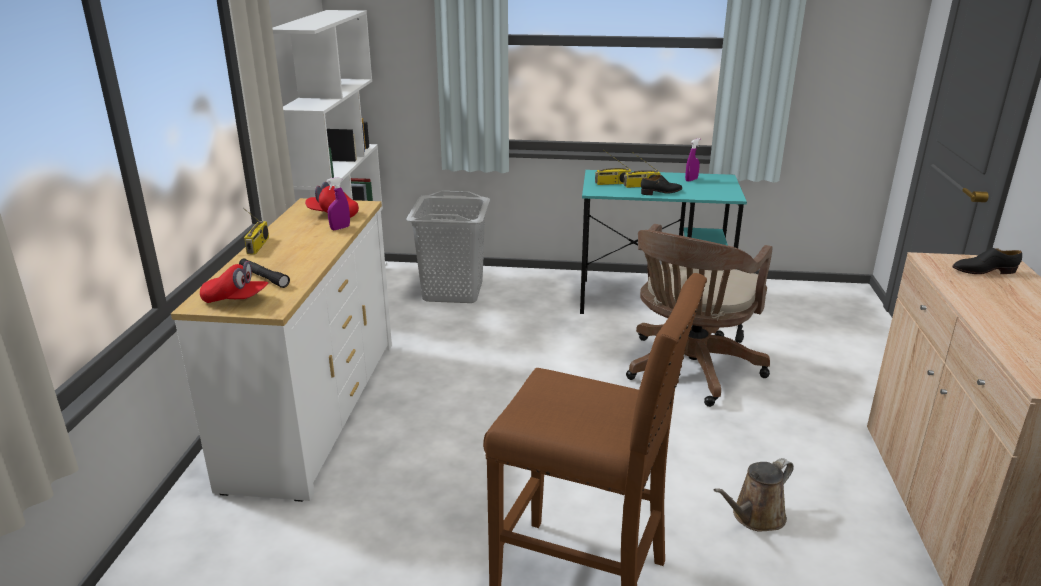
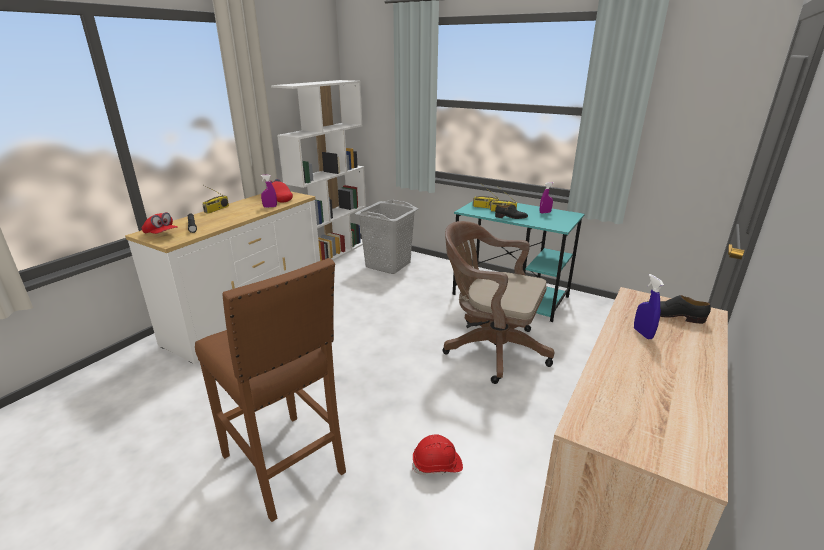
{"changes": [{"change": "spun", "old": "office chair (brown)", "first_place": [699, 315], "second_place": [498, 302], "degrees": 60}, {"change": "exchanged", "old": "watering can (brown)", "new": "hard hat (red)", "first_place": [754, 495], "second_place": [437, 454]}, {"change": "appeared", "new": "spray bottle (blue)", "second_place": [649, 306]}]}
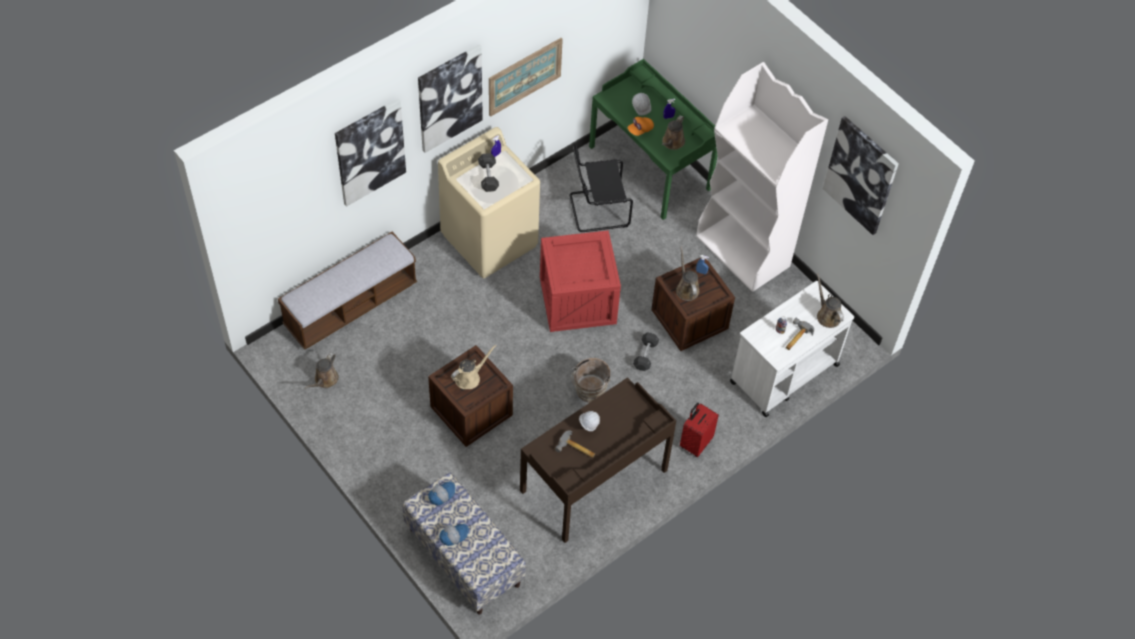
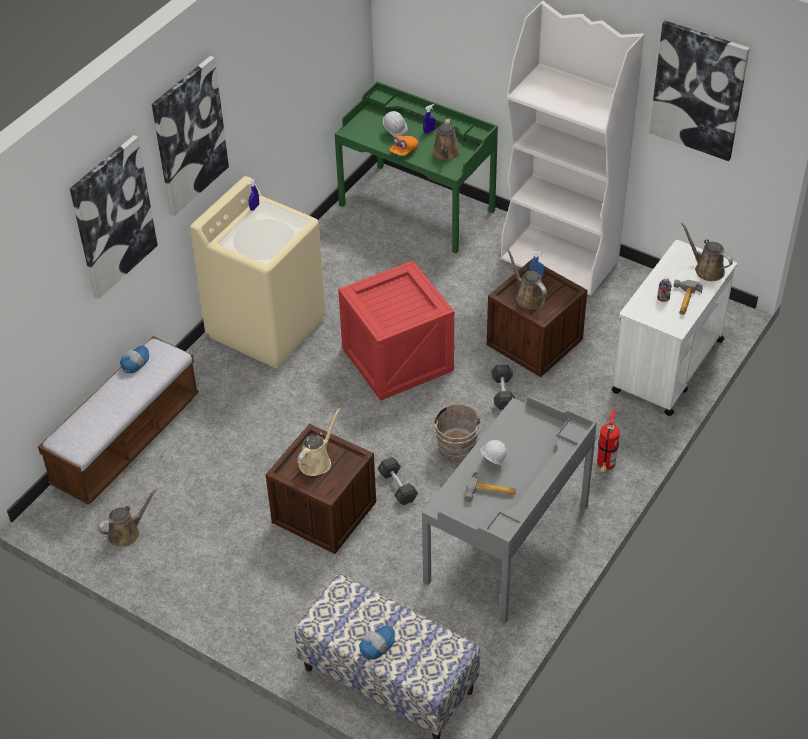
{"changes": [{"change": "missing", "old": "picture", "first_place": [526, 77]}, {"change": "missing", "old": "chair (black)", "first_place": [601, 188]}, {"change": "relocated", "old": "dumbbell (grey)", "first_place": [488, 172], "second_place": [398, 481]}, {"change": "spun", "old": "watering can (brown)", "first_place": [322, 371], "second_place": [127, 517], "degrees": -135}, {"change": "colour", "old": "desk (brown)", "new": "desk (grey)", "first_place": [598, 460], "second_place": [509, 510]}, {"change": "exchanged", "old": "suitcase (red)", "new": "fire extinguisher", "first_place": [699, 430], "second_place": [608, 440]}, {"change": "relocated", "old": "cap", "first_place": [442, 493], "second_place": [134, 359]}]}
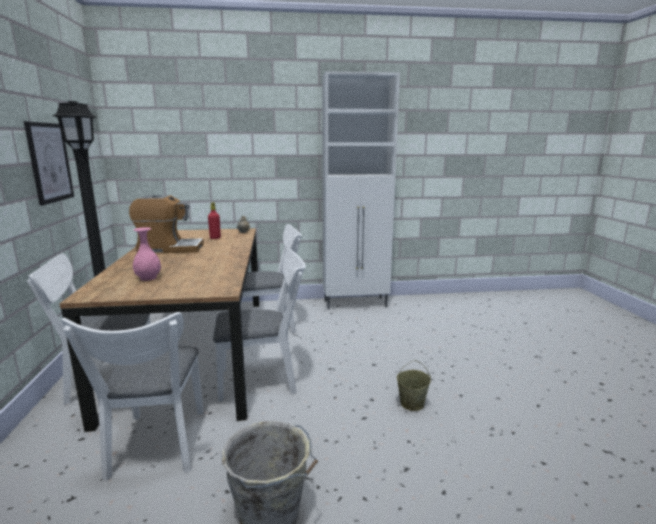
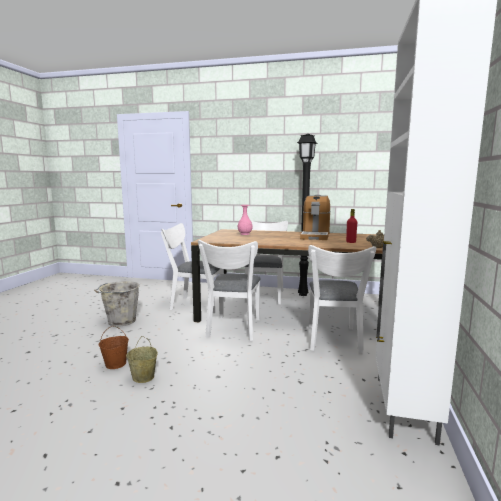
{"changes": [{"change": "missing", "old": "picture", "first_place": [49, 163]}, {"change": "appeared", "new": "bucket (brown)", "second_place": [114, 347]}]}
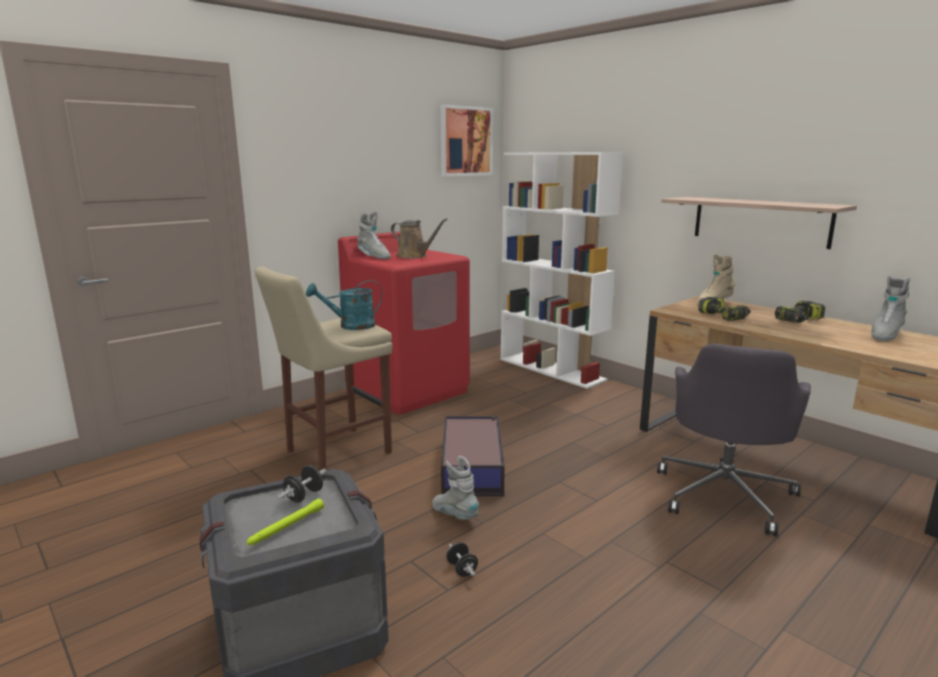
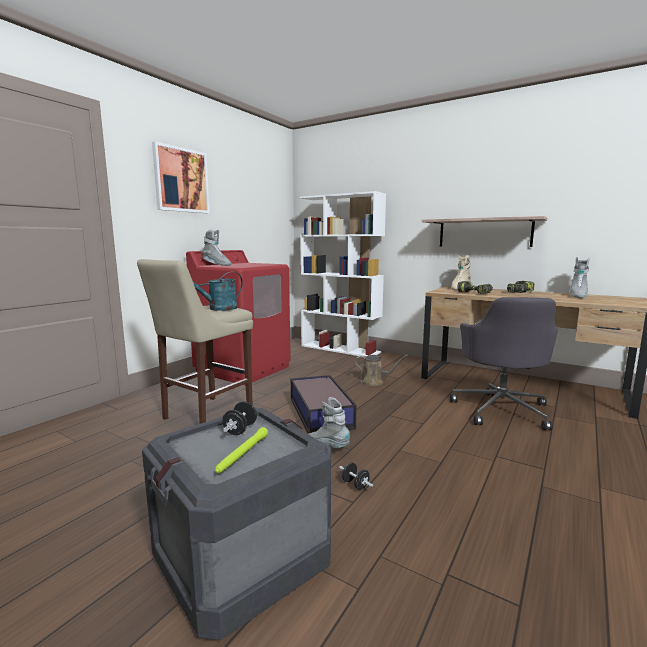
{"changes": [{"change": "relocated", "old": "picture", "first_place": [466, 140], "second_place": [181, 177]}, {"change": "relocated", "old": "watering can (brown)", "first_place": [419, 238], "second_place": [381, 370]}]}
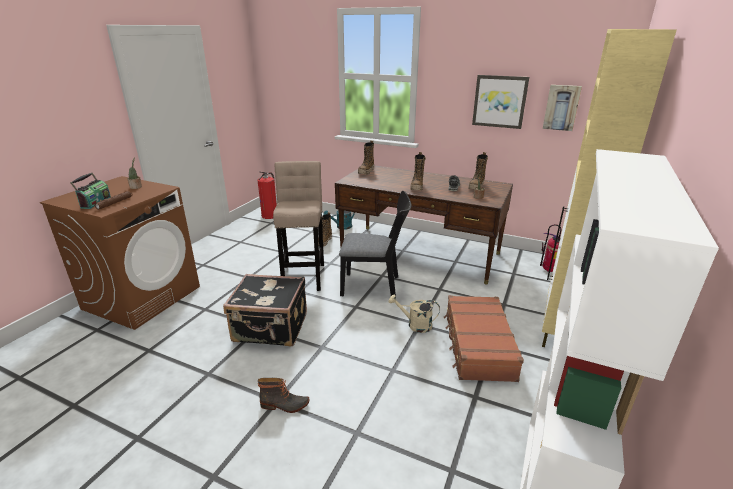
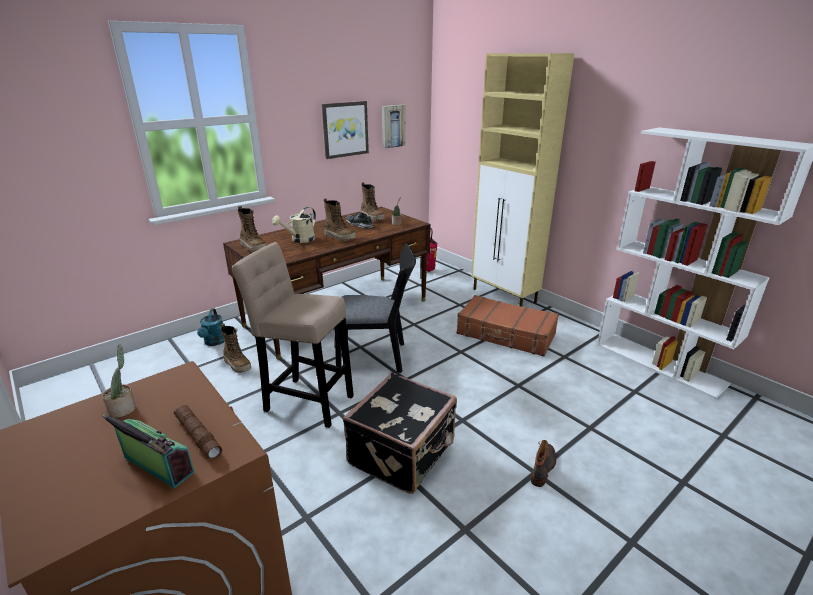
{"changes": [{"change": "missing", "old": "fire extinguisher", "first_place": [267, 195]}, {"change": "spun", "old": "chair (black)", "first_place": [375, 244], "second_place": [375, 308], "degrees": 60}, {"change": "relocated", "old": "watering can (beige)", "first_place": [414, 313], "second_place": [294, 225]}]}
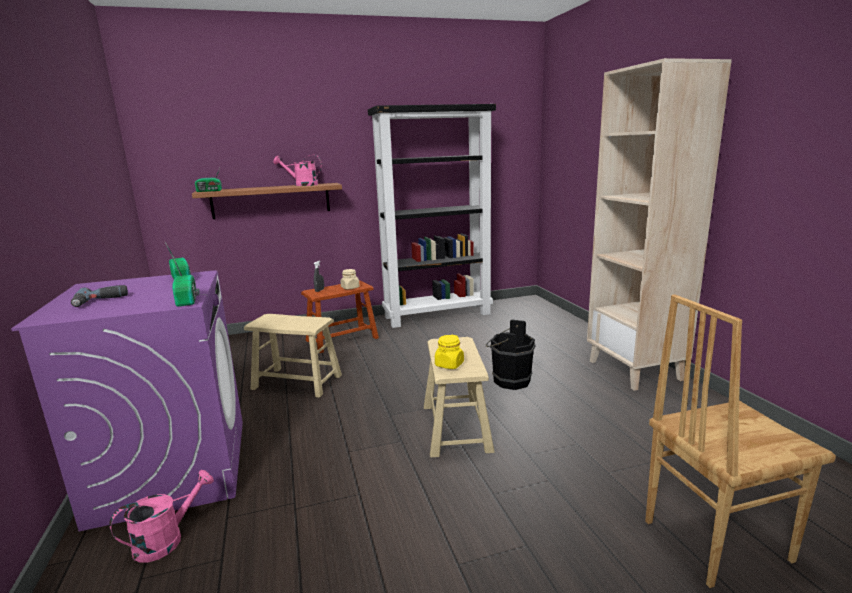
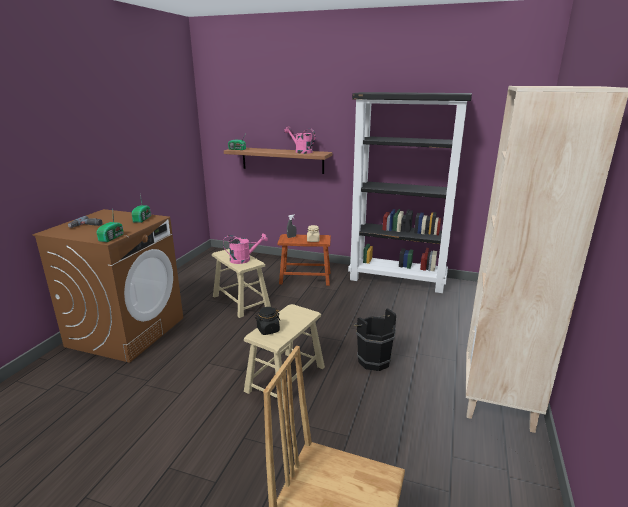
{"changes": [{"change": "colour", "old": "washing machine (purple)", "new": "washing machine (brown)", "first_place": [127, 400], "second_place": [107, 286]}, {"change": "colour", "old": "jar (yellow)", "new": "jar (black)", "first_place": [449, 352], "second_place": [267, 321]}, {"change": "relocated", "old": "watering can (pink)", "first_place": [162, 516], "second_place": [245, 248]}]}
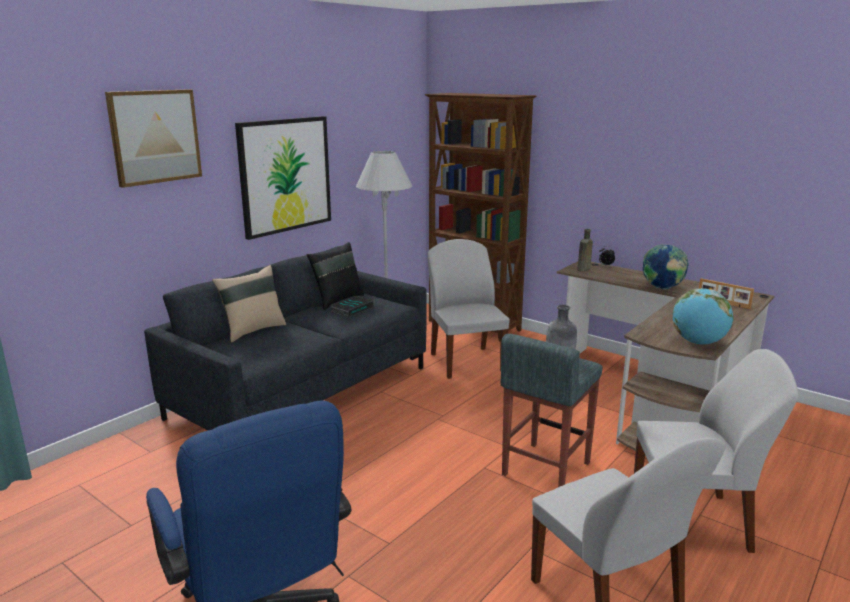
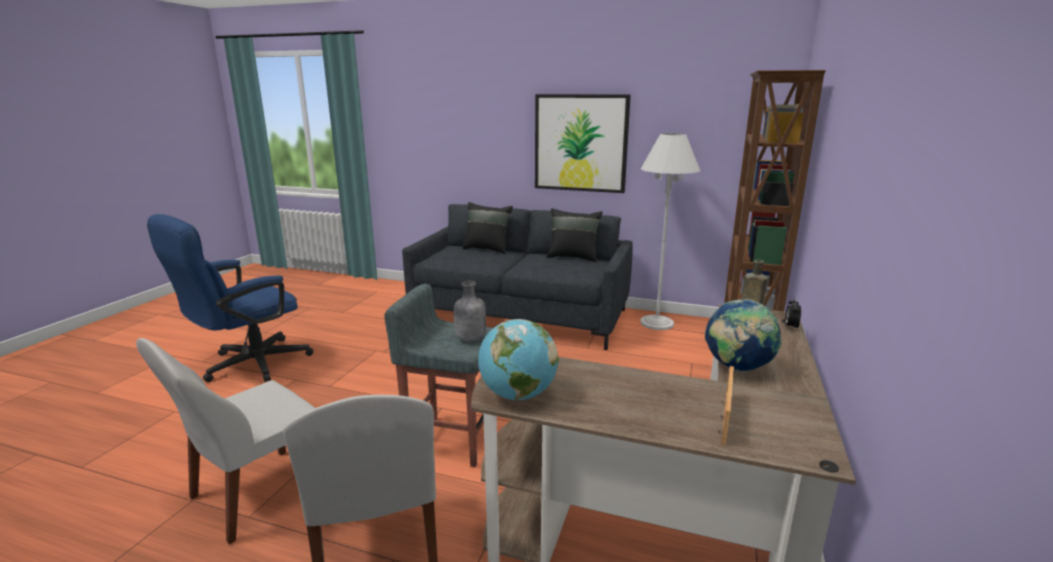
{"changes": [{"change": "missing", "old": "picture", "first_place": [153, 138]}, {"change": "missing", "old": "chair (white)", "first_place": [468, 309]}, {"change": "colour", "old": "pillow (beige)", "new": "pillow (black)", "first_place": [249, 303], "second_place": [487, 228]}, {"change": "missing", "old": "book", "first_place": [351, 306]}]}
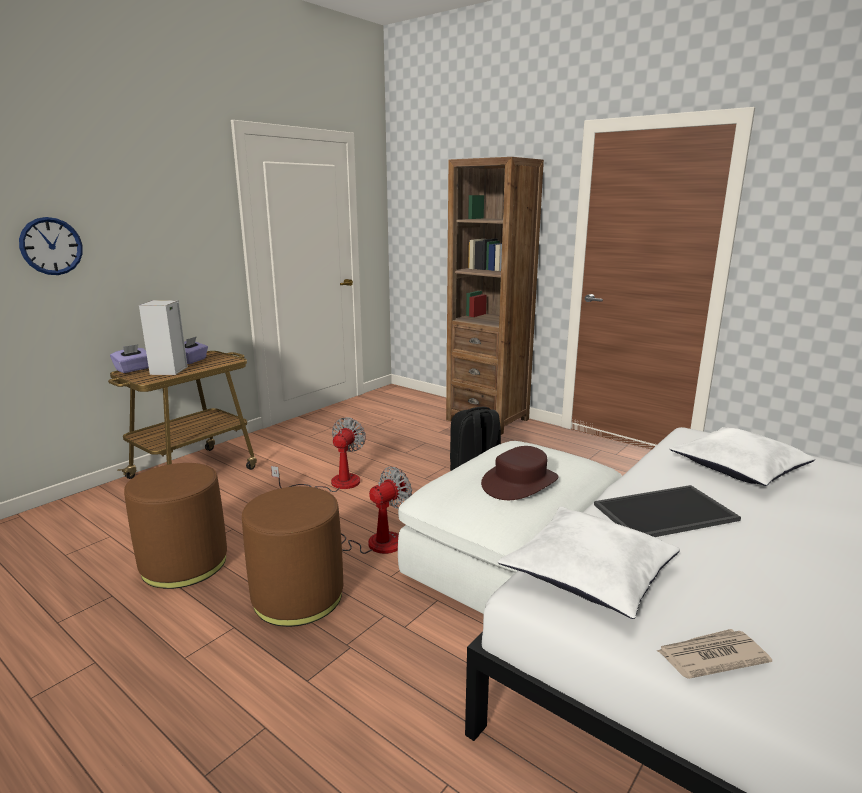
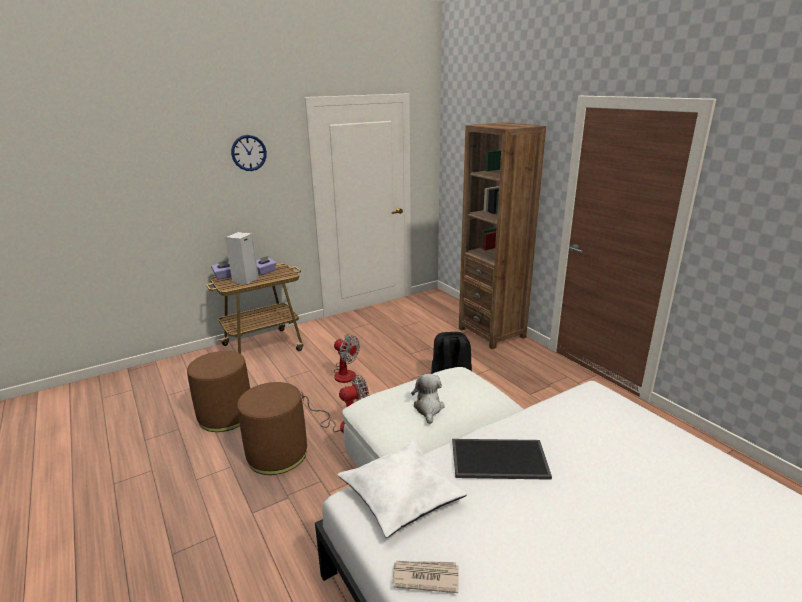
{"changes": [{"change": "relocated", "old": "wall clock", "first_place": [51, 246], "second_place": [249, 153]}, {"change": "spun", "old": "fan", "first_place": [318, 454], "second_place": [347, 358], "degrees": 90}, {"change": "missing", "old": "pillow (white)", "first_place": [742, 456]}, {"change": "exchanged", "old": "hat (brown)", "new": "plush toy", "first_place": [519, 473], "second_place": [428, 399]}]}
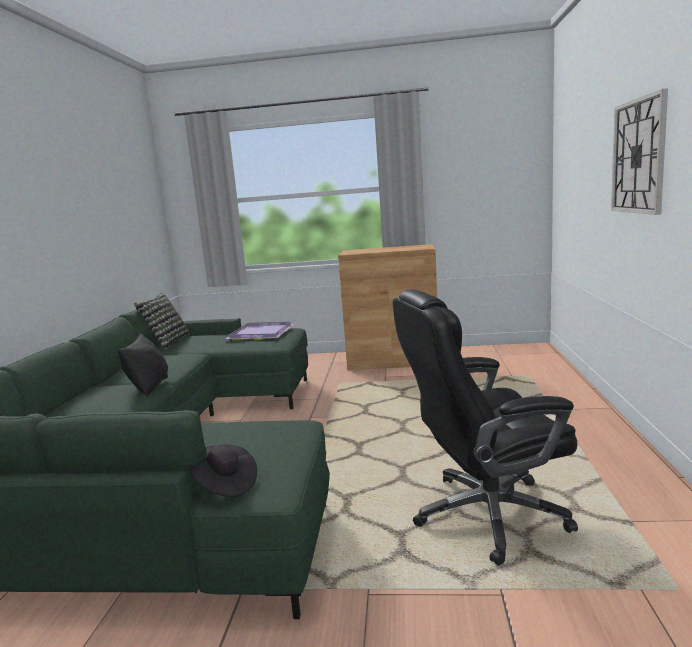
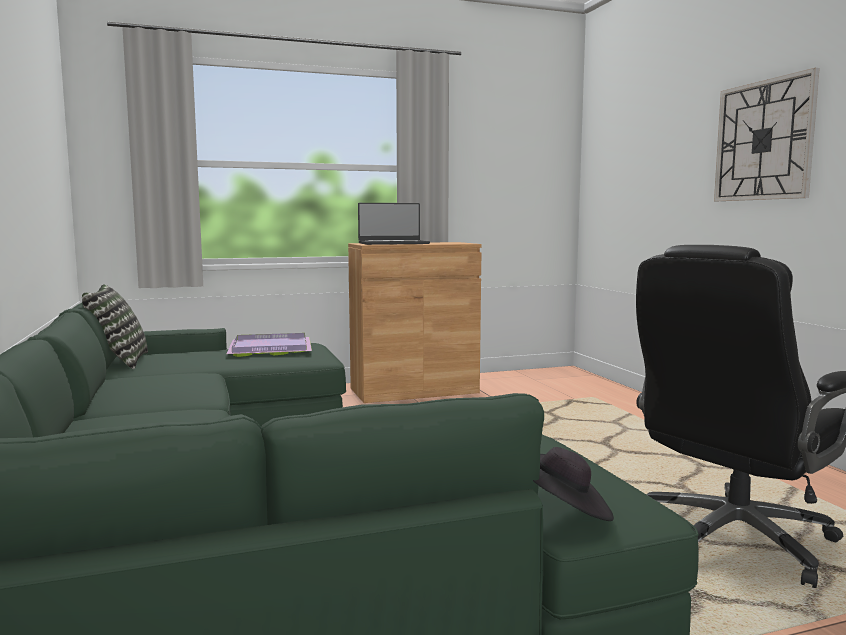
{"changes": [{"change": "missing", "old": "pillow (black)", "first_place": [143, 364]}, {"change": "appeared", "new": "laptop", "second_place": [394, 224]}]}
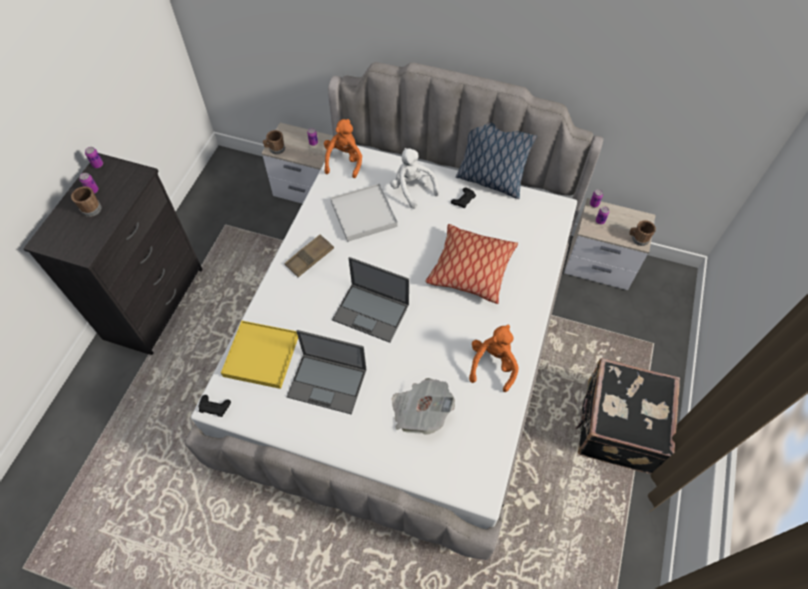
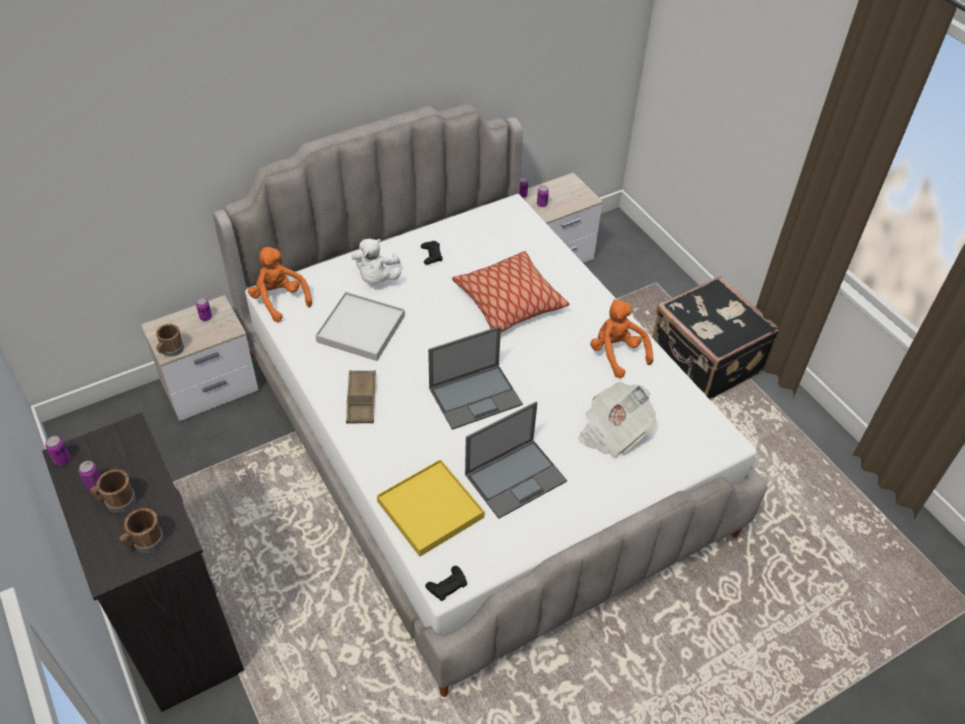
{"changes": [{"change": "missing", "old": "pillow", "first_place": [496, 160]}, {"change": "spun", "old": "plush toy (white)", "first_place": [414, 178], "second_place": [376, 261], "degrees": -90}, {"change": "relocated", "old": "mug (brown)", "first_place": [643, 233], "second_place": [141, 530]}]}
